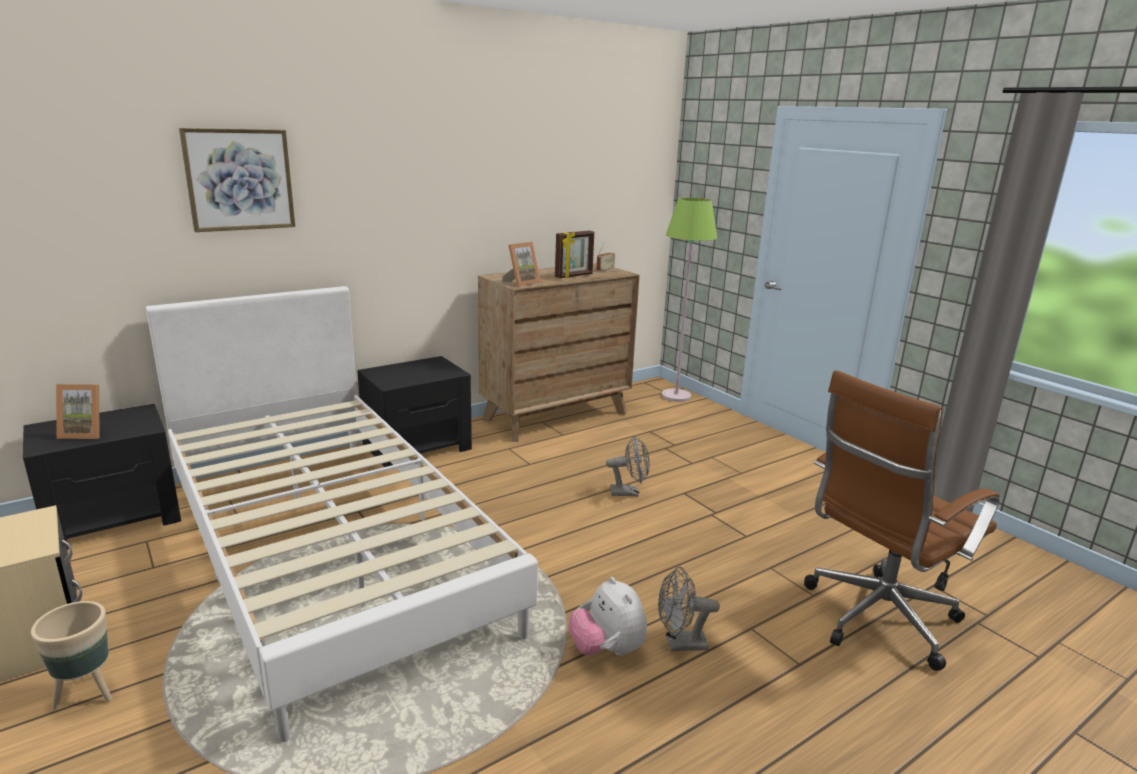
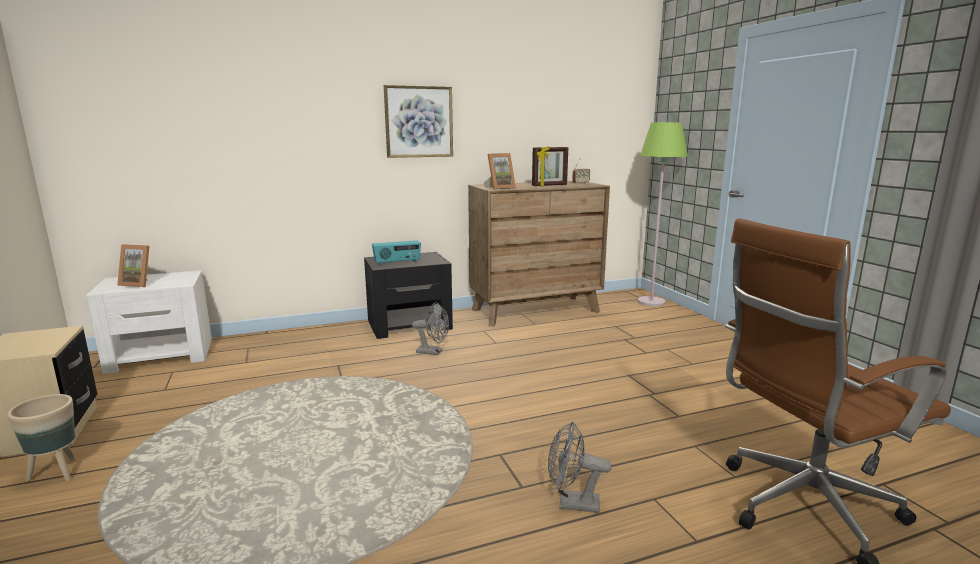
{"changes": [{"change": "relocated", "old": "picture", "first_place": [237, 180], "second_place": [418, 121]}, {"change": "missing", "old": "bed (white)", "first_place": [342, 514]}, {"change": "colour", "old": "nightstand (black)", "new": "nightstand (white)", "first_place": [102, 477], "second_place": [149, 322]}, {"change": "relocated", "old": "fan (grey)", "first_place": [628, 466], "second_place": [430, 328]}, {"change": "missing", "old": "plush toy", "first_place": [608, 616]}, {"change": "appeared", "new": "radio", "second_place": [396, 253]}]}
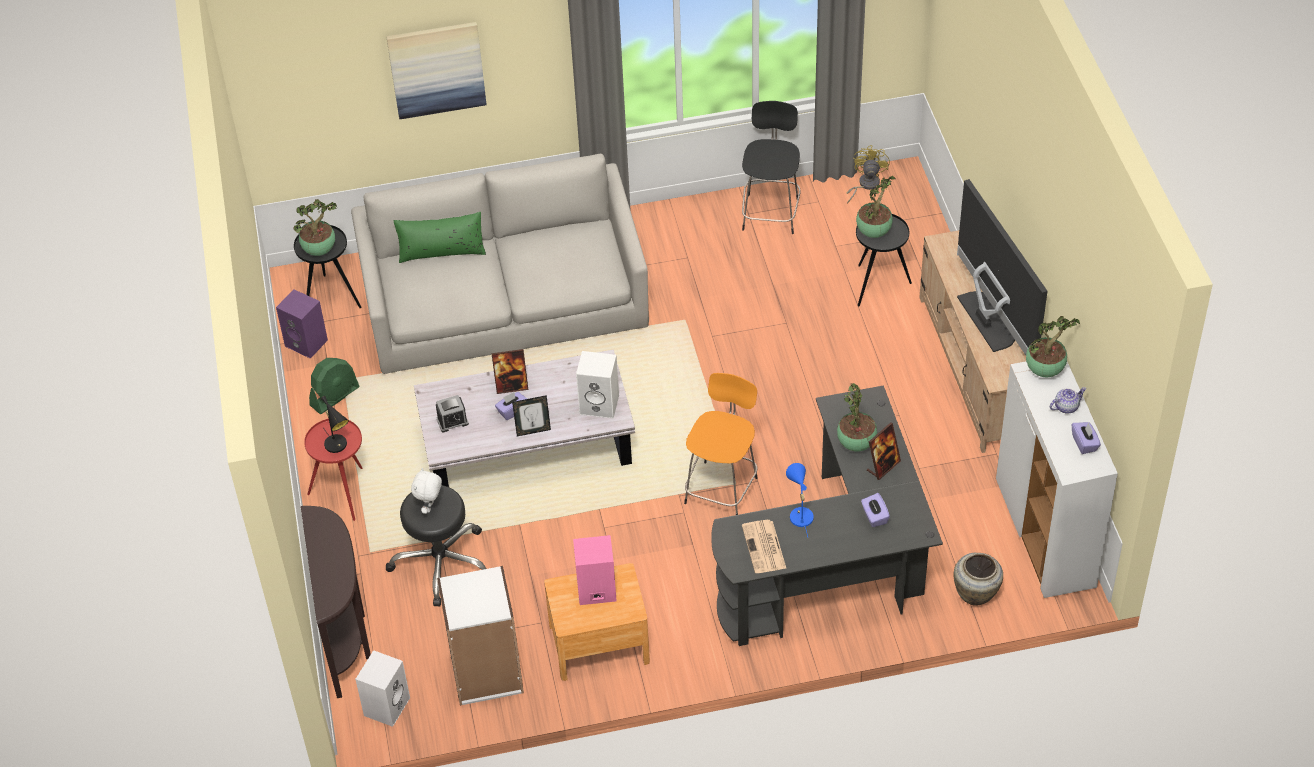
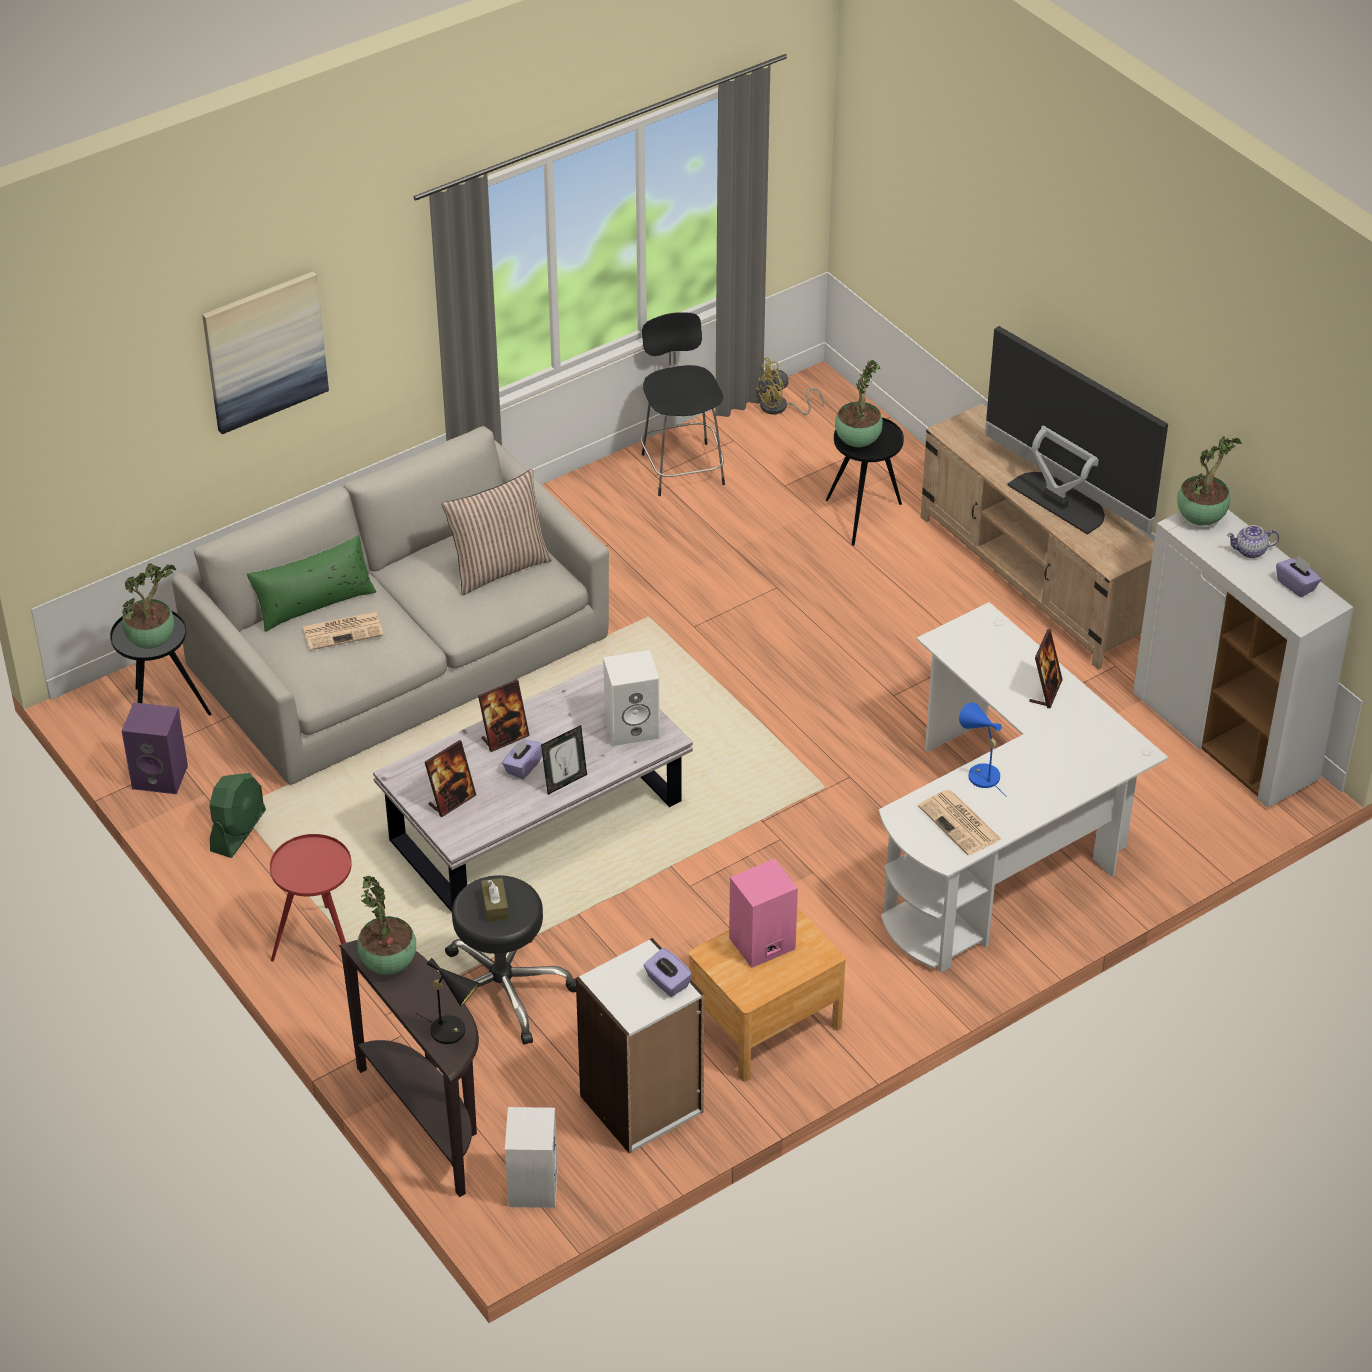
{"changes": [{"change": "spun", "old": "fan (yellow)", "first_place": [868, 174], "second_place": [790, 386], "degrees": -105}, {"change": "missing", "old": "stool (orange)", "first_place": [721, 444]}, {"change": "relocated", "old": "potted plant", "first_place": [857, 417], "second_place": [386, 925]}, {"change": "colour", "old": "desk (black)", "new": "desk (white)", "first_place": [827, 515], "second_place": [1023, 787]}, {"change": "spun", "old": "teapot", "first_place": [1068, 400], "second_place": [1253, 541], "degrees": -135}, {"change": "exchanged", "old": "alarm clock", "new": "picture frame", "first_place": [452, 413], "second_place": [450, 778]}, {"change": "relocated", "old": "table lamp (black)", "first_place": [335, 424], "second_place": [447, 1001]}, {"change": "exchanged", "old": "plush toy (white)", "new": "tissue box (brown)", "first_place": [426, 490], "second_place": [495, 900]}, {"change": "relocated", "old": "tissue box (purple)", "first_place": [875, 510], "second_place": [667, 972]}, {"change": "missing", "old": "vase (beige)", "first_place": [978, 579]}, {"change": "appeared", "new": "pillow", "second_place": [496, 532]}, {"change": "appeared", "new": "newspaper", "second_place": [343, 631]}]}
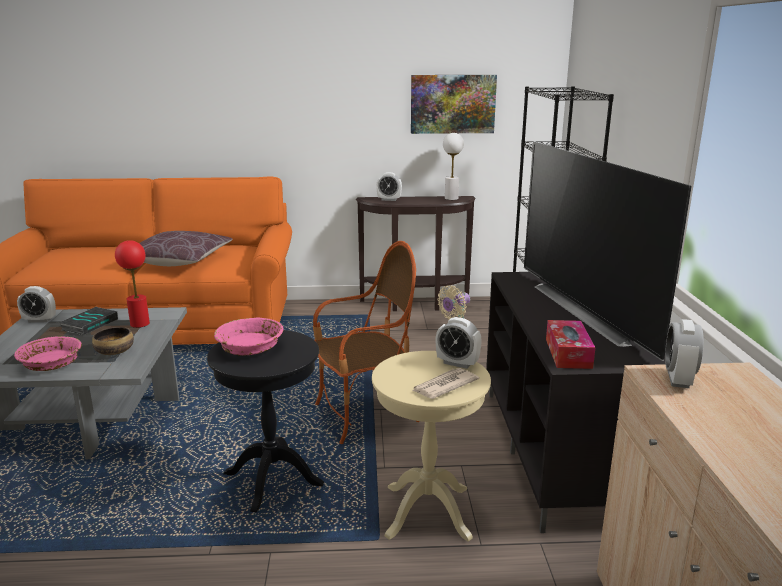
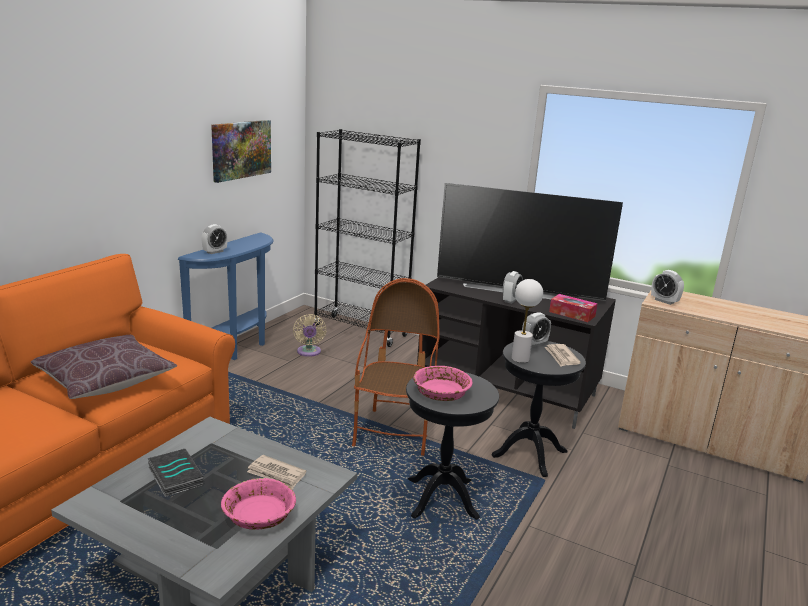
{"changes": [{"change": "relocated", "old": "table lamp (white)", "first_place": [453, 166], "second_place": [527, 321]}, {"change": "colour", "old": "console table (brown)", "new": "console table (blue)", "first_place": [415, 253], "second_place": [225, 296]}, {"change": "missing", "old": "table lamp (red)", "first_place": [132, 284]}, {"change": "relocated", "old": "alarm clock", "first_place": [36, 304], "second_place": [513, 287]}, {"change": "exchanged", "old": "bowl", "new": "newspaper", "first_place": [113, 341], "second_place": [276, 472]}, {"change": "colour", "old": "side table (beige)", "new": "side table (black)", "first_place": [431, 446], "second_place": [539, 409]}]}
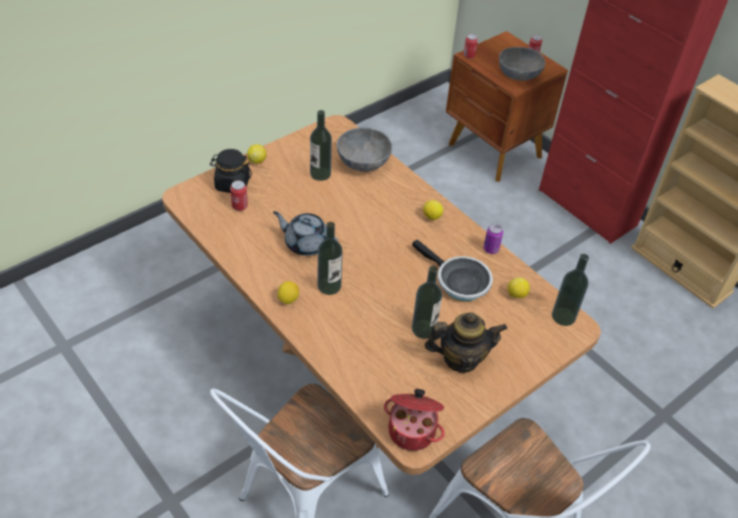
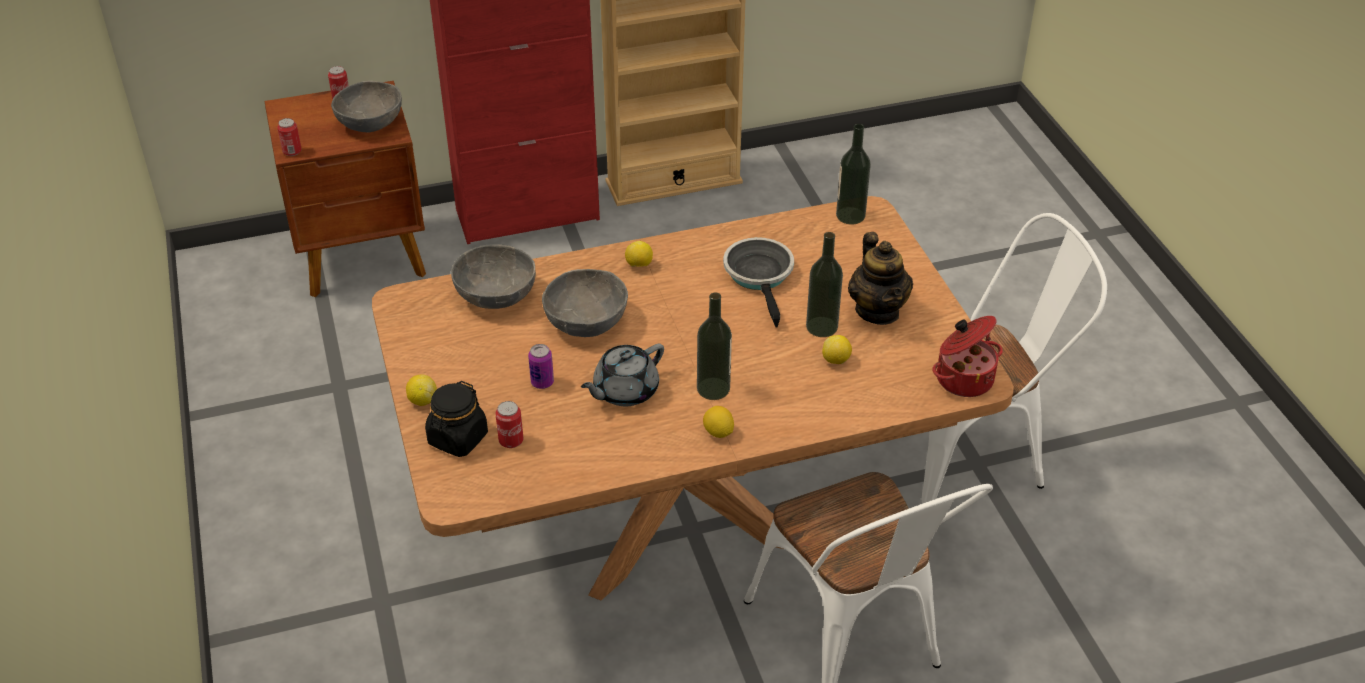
{"changes": [{"change": "missing", "old": "bottle", "first_place": [321, 145]}, {"change": "relocated", "old": "can", "first_place": [493, 239], "second_place": [541, 366]}, {"change": "spun", "old": "frying pan", "first_place": [452, 270], "second_place": [758, 282], "degrees": -75}, {"change": "relocated", "old": "lemon", "first_place": [519, 287], "second_place": [837, 349]}, {"change": "spun", "old": "teapot", "first_place": [466, 342], "second_place": [880, 278], "degrees": 150}, {"change": "appeared", "new": "bowl (grey)", "second_place": [585, 303]}]}
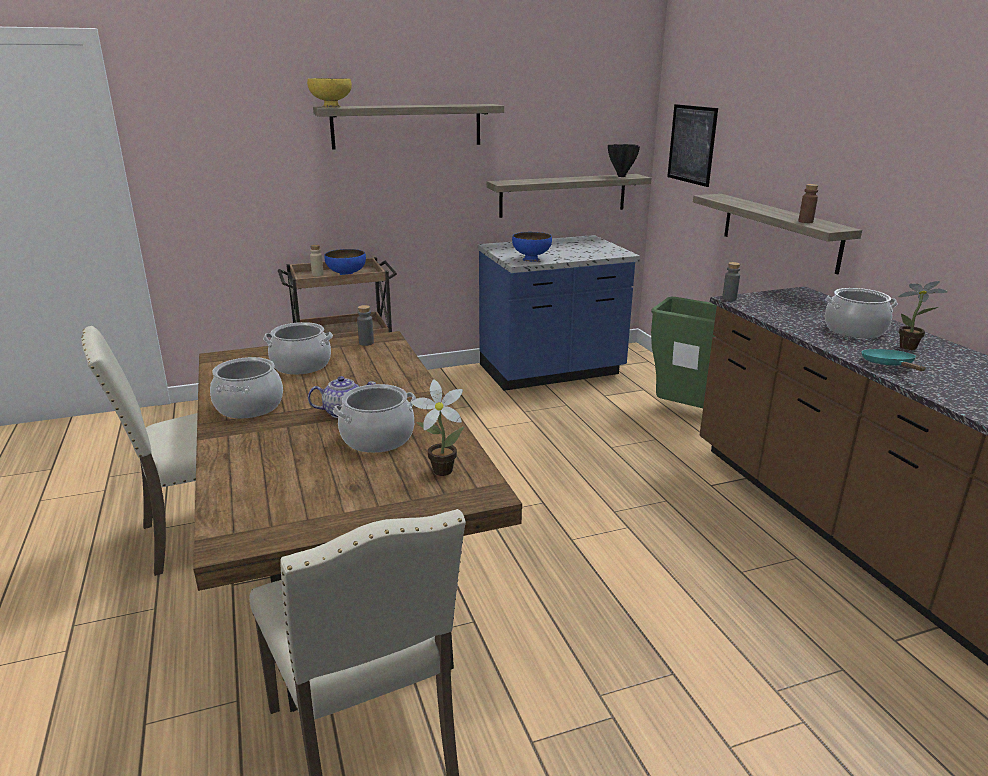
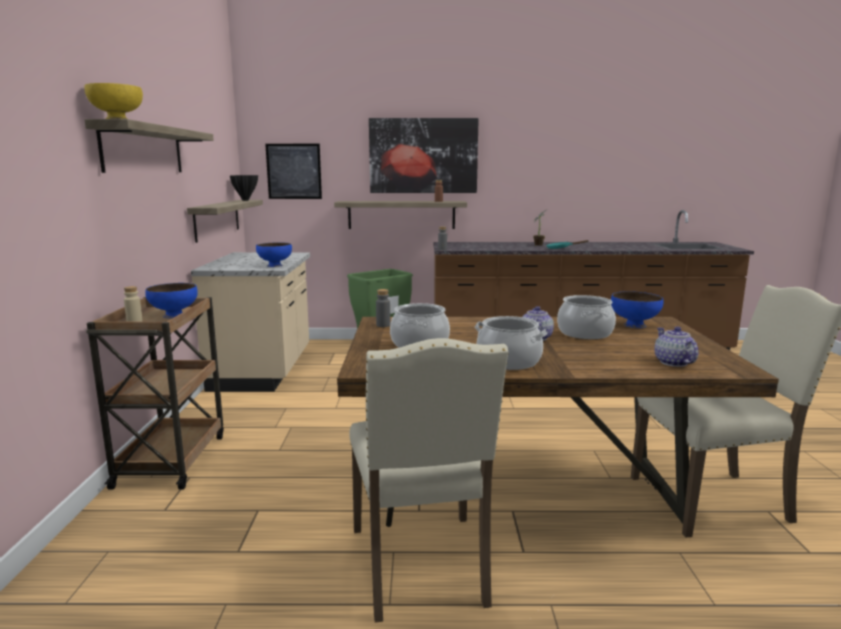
{"changes": [{"change": "colour", "old": "counter (blue)", "new": "counter (beige)", "first_place": [559, 313], "second_place": [250, 322]}, {"change": "missing", "old": "cooking pot", "first_place": [861, 313]}, {"change": "exchanged", "old": "potted plant", "new": "bowl (blue)", "first_place": [437, 428], "second_place": [637, 309]}, {"change": "appeared", "new": "picture", "second_place": [424, 155]}, {"change": "appeared", "new": "teapot", "second_place": [676, 347]}]}
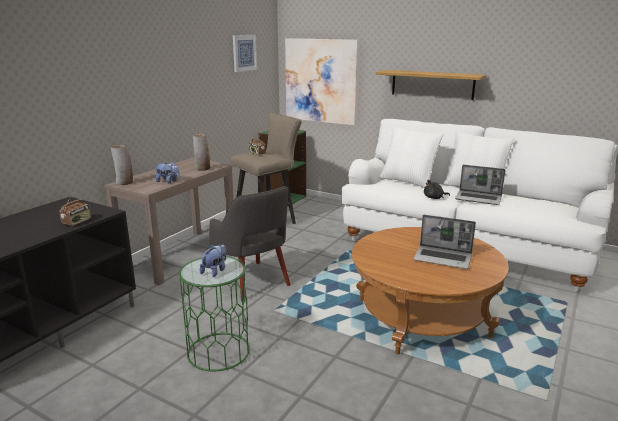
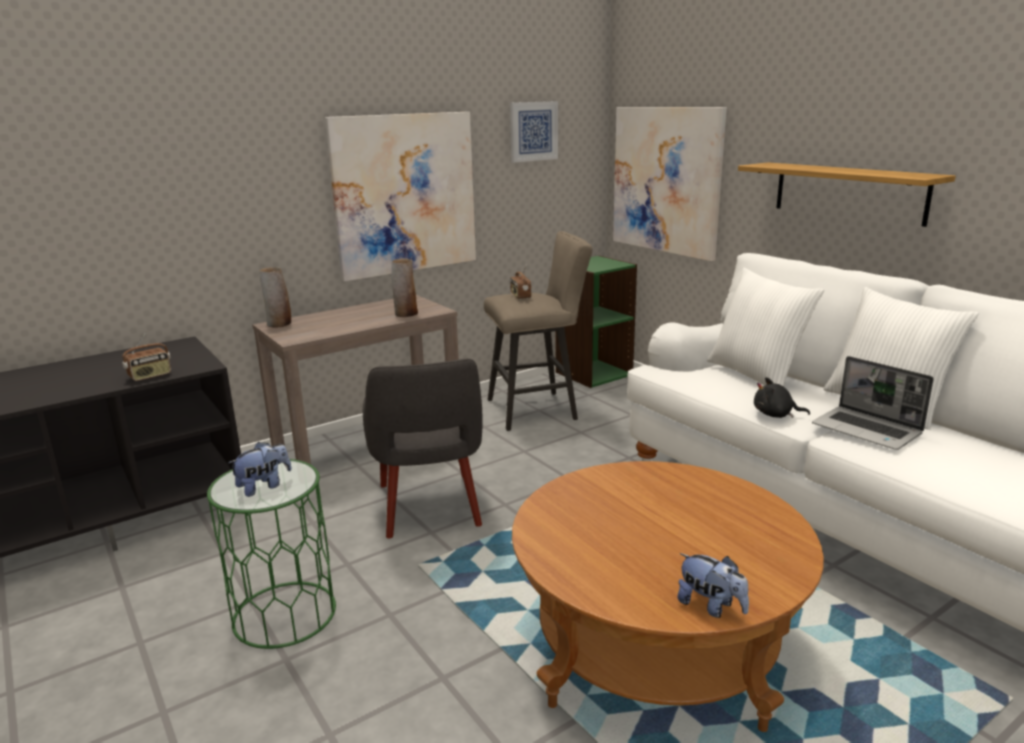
{"changes": [{"change": "relocated", "old": "plush toy", "first_place": [167, 172], "second_place": [713, 585]}, {"change": "missing", "old": "laptop", "first_place": [444, 242]}, {"change": "appeared", "new": "picture", "second_place": [400, 197]}]}
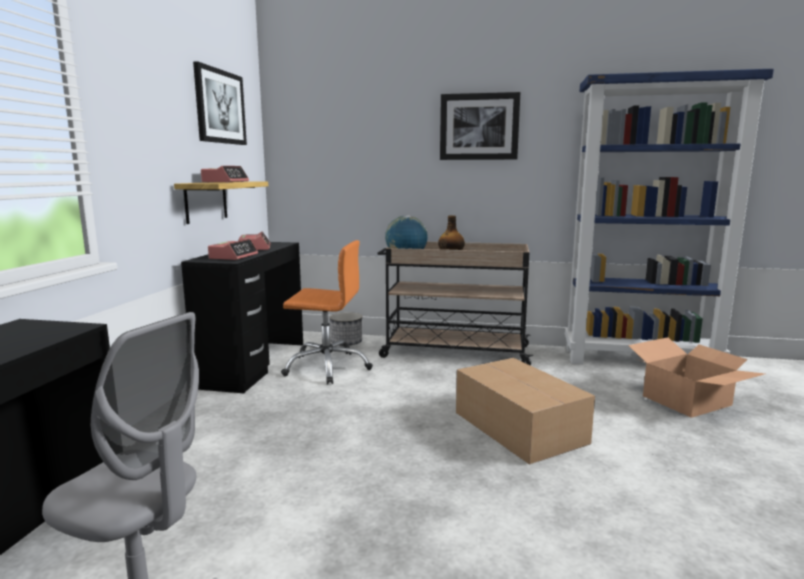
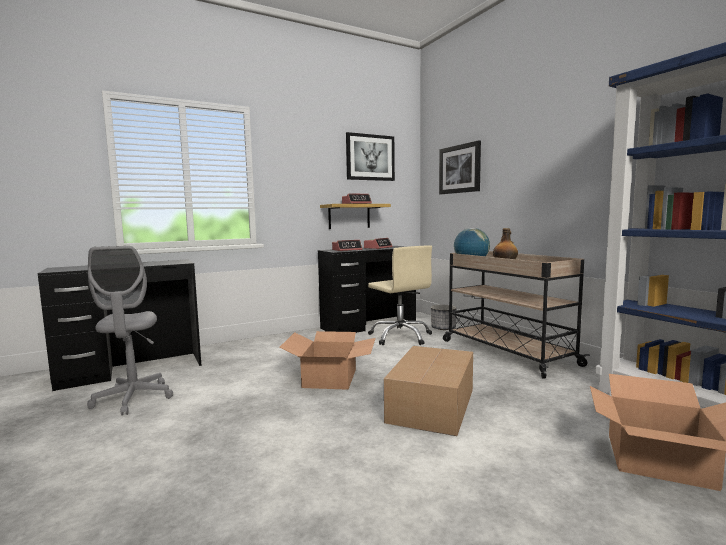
{"changes": [{"change": "relocated", "old": "picture", "first_place": [480, 126], "second_place": [460, 167]}, {"change": "colour", "old": "office chair (orange)", "new": "office chair (beige)", "first_place": [327, 312], "second_place": [400, 295]}, {"change": "appeared", "new": "cardboard box", "second_place": [327, 360]}]}
